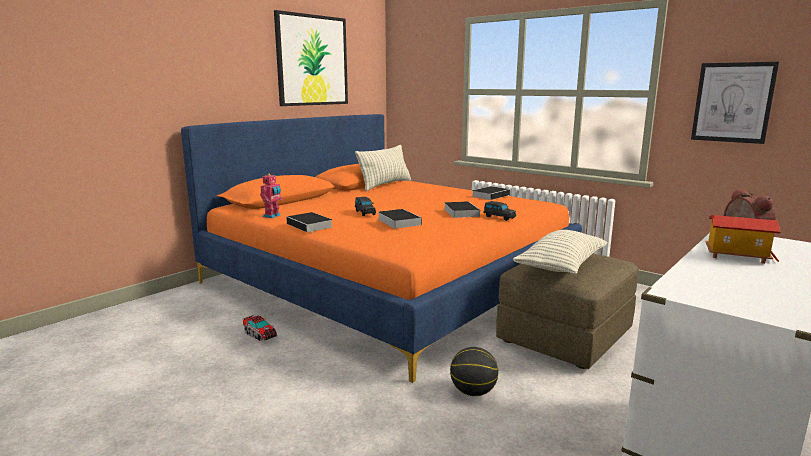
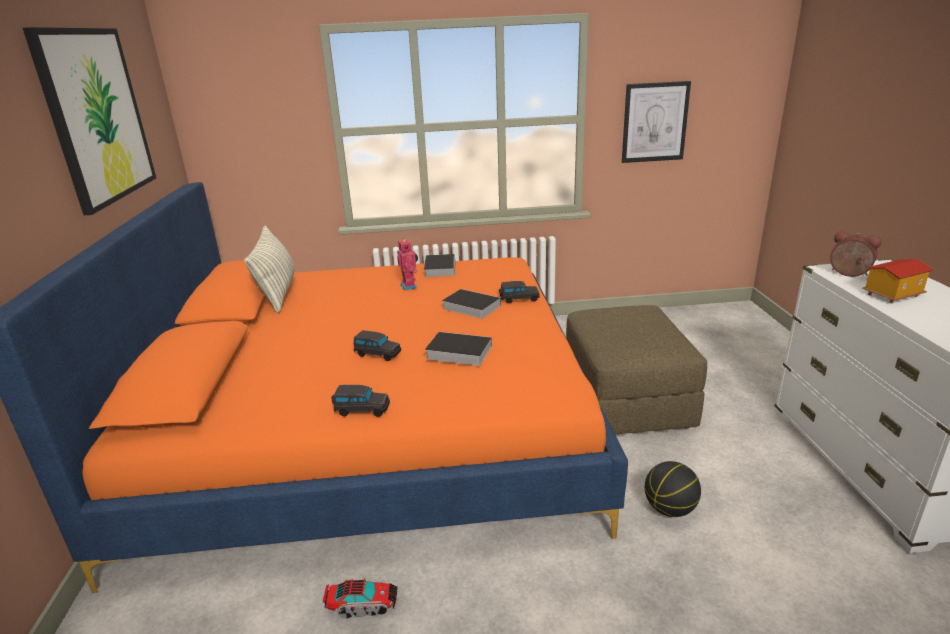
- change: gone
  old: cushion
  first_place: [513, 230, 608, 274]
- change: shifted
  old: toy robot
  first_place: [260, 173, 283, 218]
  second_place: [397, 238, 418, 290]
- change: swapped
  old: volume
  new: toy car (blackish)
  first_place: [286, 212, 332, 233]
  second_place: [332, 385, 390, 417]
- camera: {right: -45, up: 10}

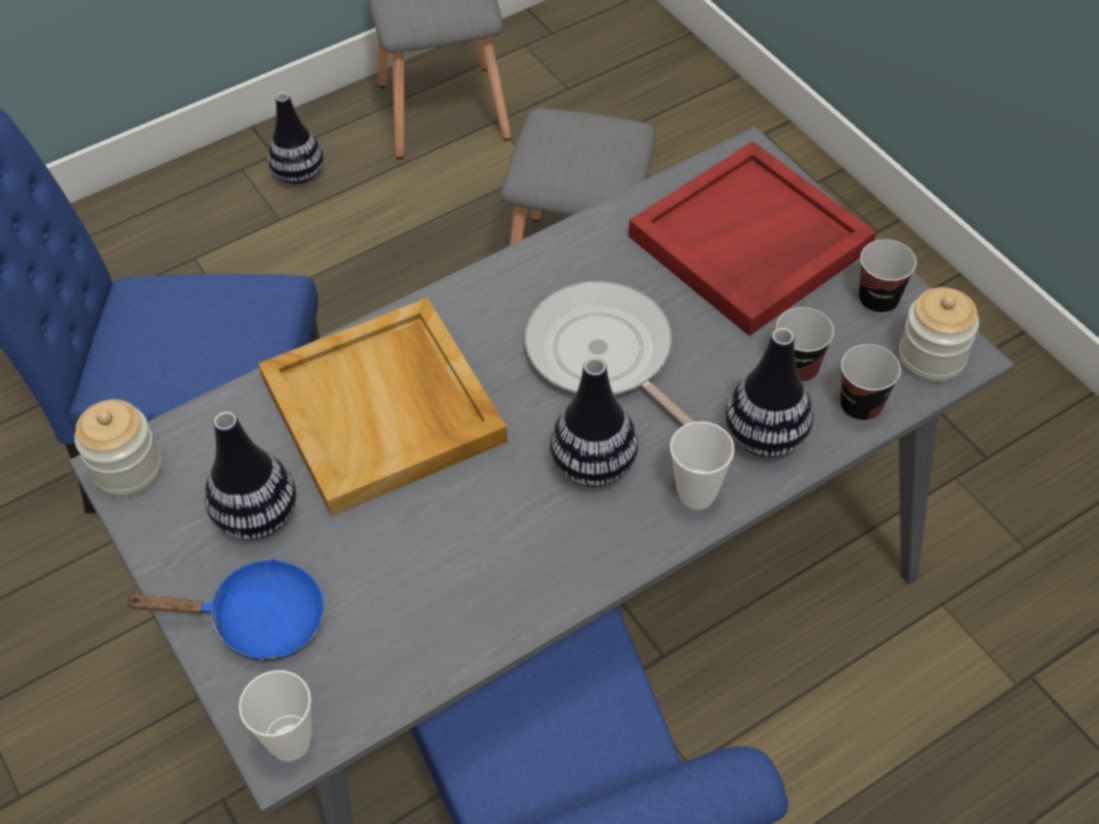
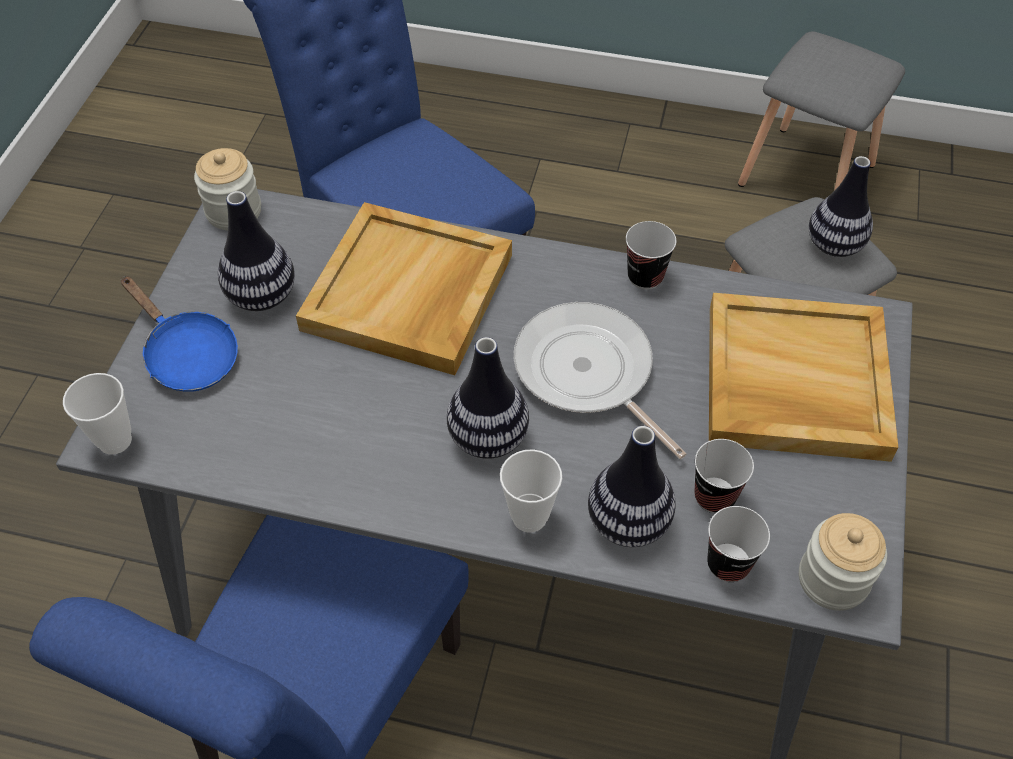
- change: shifted
  old: vase
  first_place: [267, 92, 324, 184]
  second_place: [809, 156, 873, 257]
- change: shifted
  old: drinking cup
  first_place: [859, 239, 917, 314]
  second_place: [626, 221, 676, 290]
- change: repainted
  old: tray (red-coloured)
  new: tray (beige-coloured)
  first_place: [629, 141, 876, 336]
  second_place: [709, 293, 899, 462]
- change: rotated
  old: skillet
  first_place: [525, 281, 694, 425]
  second_place: [514, 302, 687, 459]
  degrees: -45
- camera: {right: 45, up: 0}

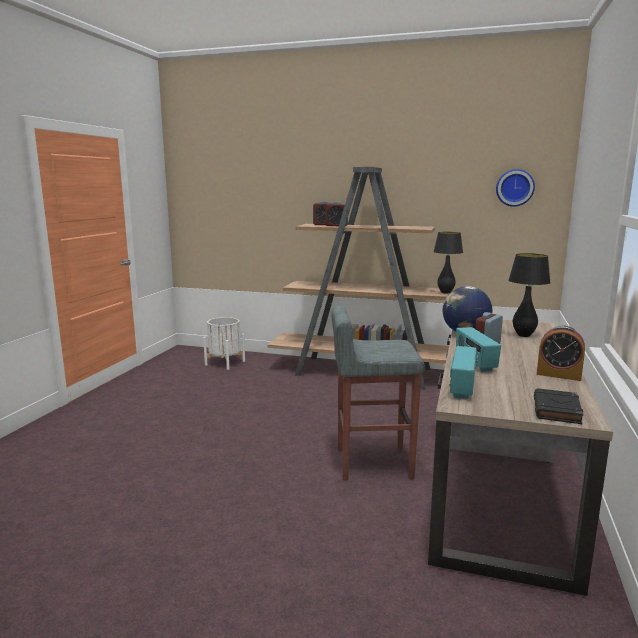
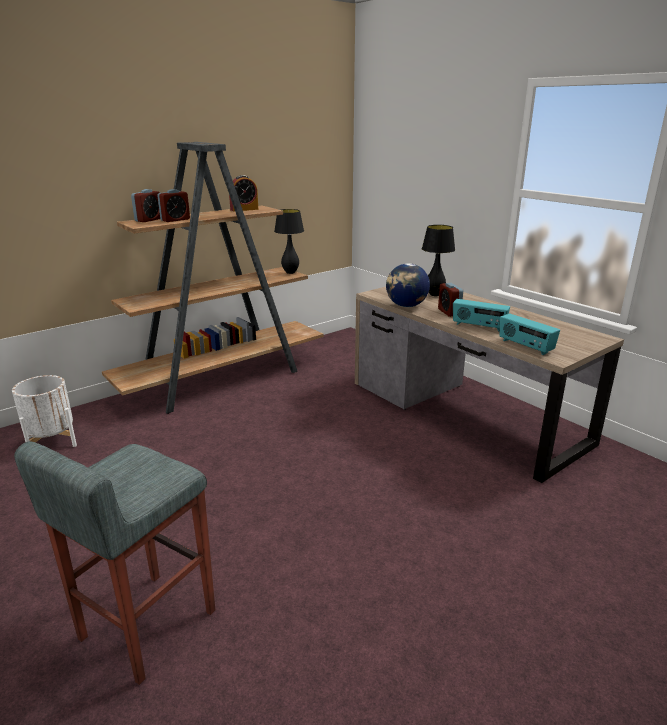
- change: gone
  old: clock on the wall
  first_place: [496, 169, 535, 207]
- change: gone
  old: volume (blackish)
  first_place: [534, 388, 583, 424]
- change: shifted
  old: sitting stool (gray)
  first_place: [331, 305, 425, 480]
  second_place: [14, 441, 215, 685]
- change: shifted
  old: alarm clock
  first_place: [537, 325, 585, 381]
  second_place: [229, 175, 258, 212]
- camera: {right: -55, up: 10}

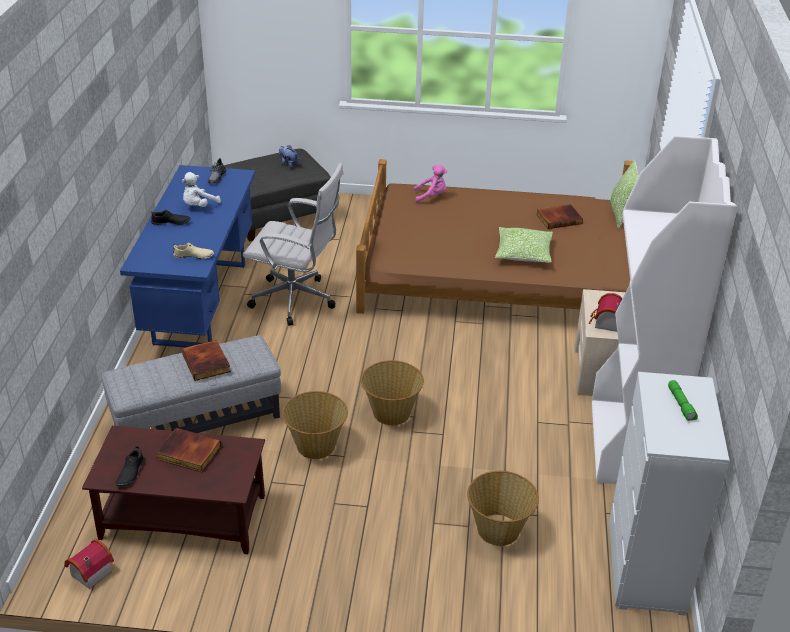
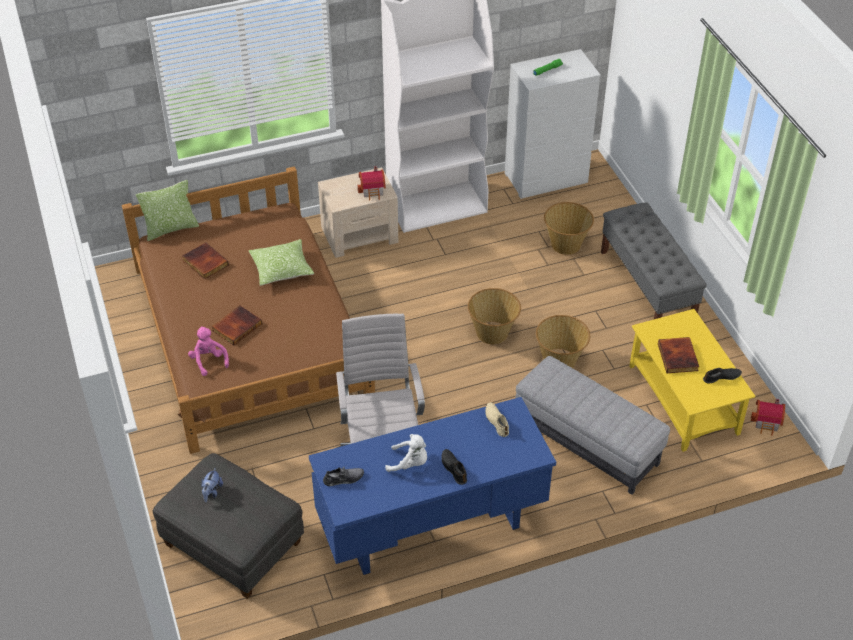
- change: new
  new: bench (gray)
  second_place: [601, 202, 707, 319]
- change: shifted
  old: volume
  first_place: [182, 340, 231, 381]
  second_place: [211, 305, 262, 345]
- change: repainted
  old: coffee table (brown-coloured)
  new: coffee table (yellow-coloured)
  first_place: [82, 426, 265, 554]
  second_place: [629, 309, 755, 452]
- camera: {right: -115, up: 10}

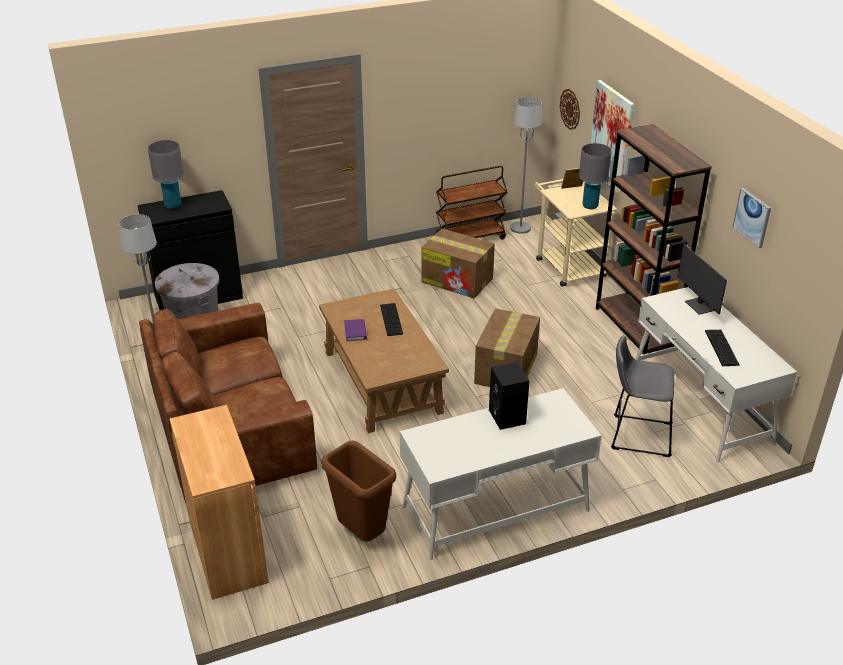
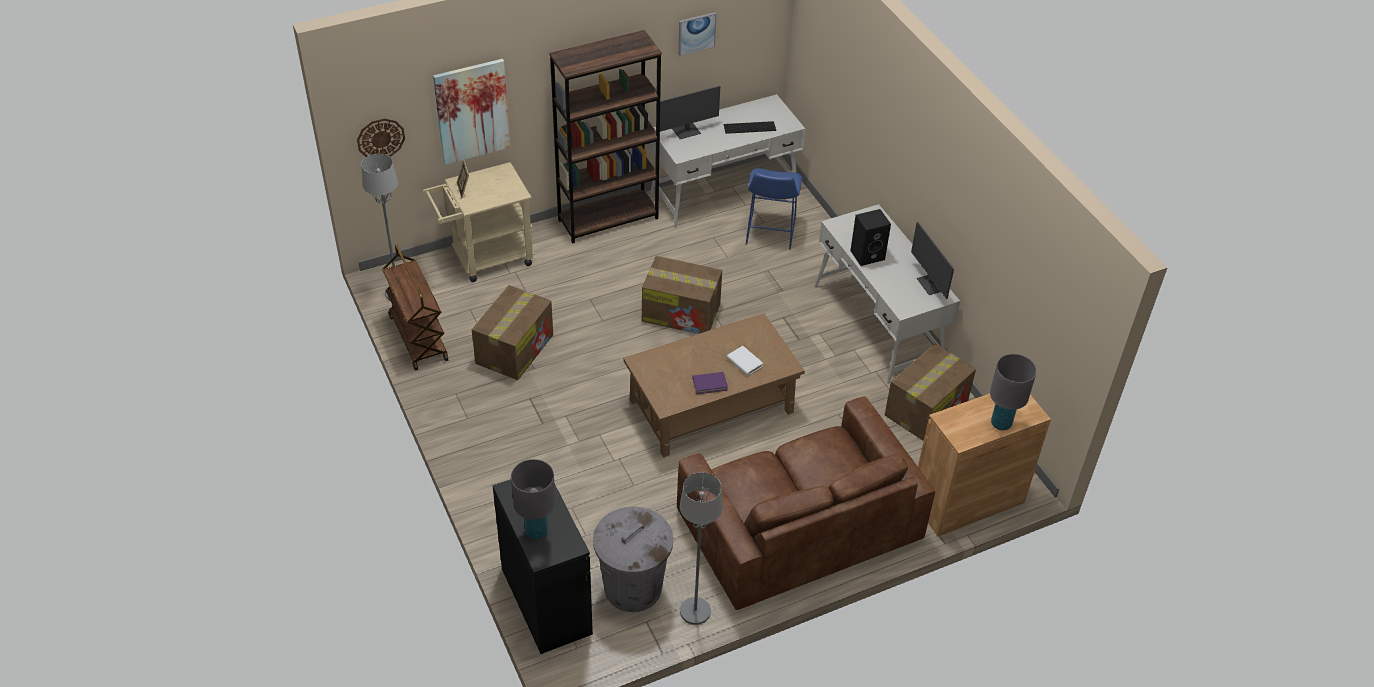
- change: gone
  old: keyboard
  first_place: [380, 303, 403, 336]
- change: new
  new: volume (white)
  second_place: [727, 346, 764, 376]
- change: new
  new: monitor
  second_place: [911, 222, 954, 299]
- change: shifted
  old: lamp for a table (gray)
  first_place: [579, 143, 612, 209]
  second_place: [990, 354, 1037, 431]
- change: swapped
  old: trash can (brown-coloured)
  new: carton
  first_place: [321, 440, 396, 542]
  second_place: [885, 343, 976, 441]
- change: repainted
  old: sitting stool (gray)
  new: sitting stool (blue)
  first_place: [611, 335, 674, 457]
  second_place: [746, 168, 802, 250]
- camera: {right: -95, up: 10}

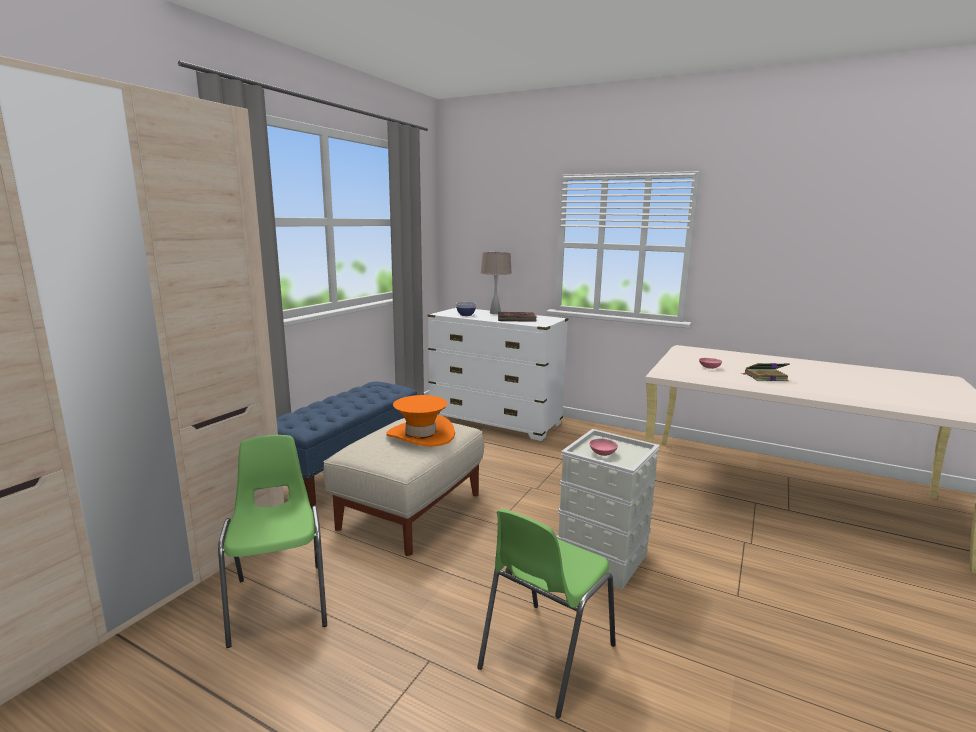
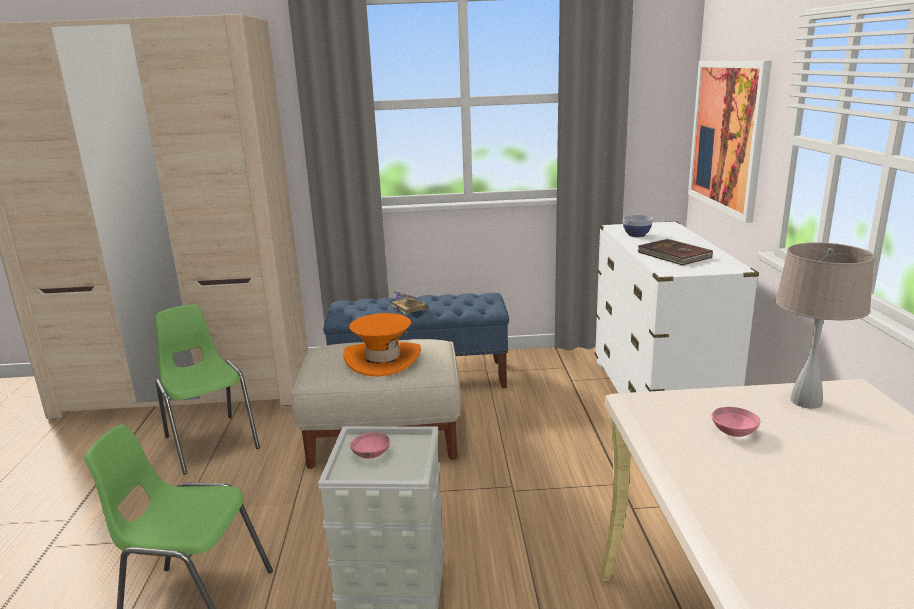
- change: new
  new: wall picture
  second_place: [688, 61, 772, 223]
- change: shifted
  old: lamp for a table (beige-coloured)
  first_place: [481, 251, 512, 314]
  second_place: [776, 243, 875, 409]
- change: shifted
  old: volume
  first_place: [742, 363, 790, 381]
  second_place: [391, 290, 428, 315]
- change: rotated
  old: upright chair (green-coloured)
  first_place: [218, 435, 327, 648]
  second_place: [155, 304, 260, 475]
  degrees: -75
- camera: {right: 60, up: 5}

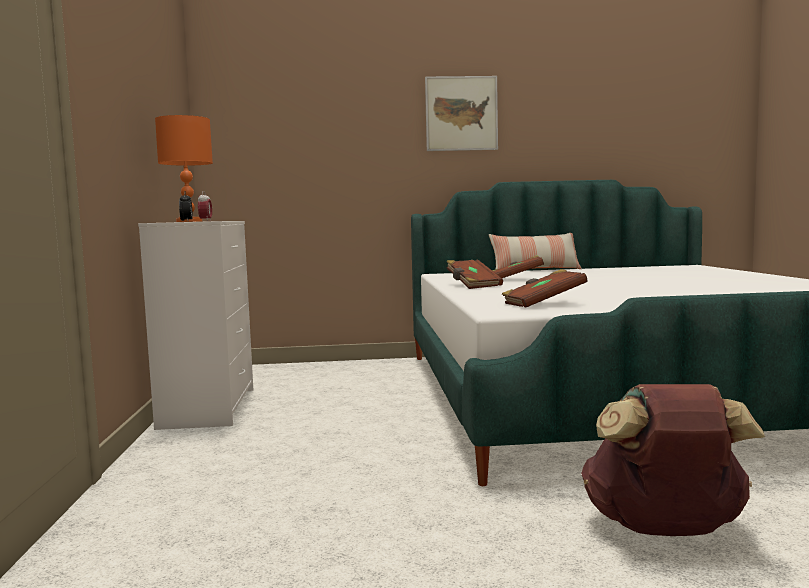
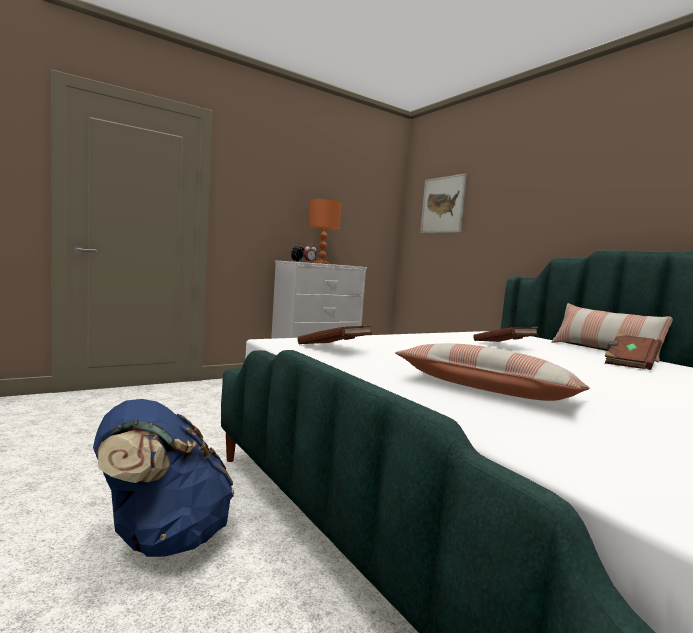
- change: new
  new: cushion
  second_place: [395, 343, 590, 401]
- change: shifted
  old: wall picture
  first_place: [425, 76, 498, 151]
  second_place: [420, 173, 467, 233]
- change: shifted
  old: volume (brown-coloured)
  first_place: [446, 260, 503, 289]
  second_place: [605, 333, 661, 370]
- change: repainted
  old: rucksack (brown-coloured)
  new: rucksack (blue)
  first_place: [581, 384, 765, 536]
  second_place: [93, 399, 235, 557]
- camera: {right: 60, up: 0}

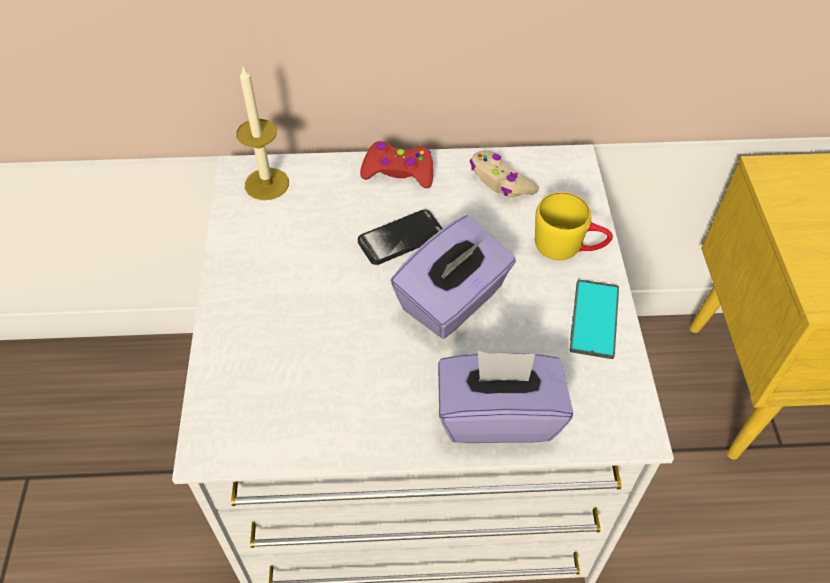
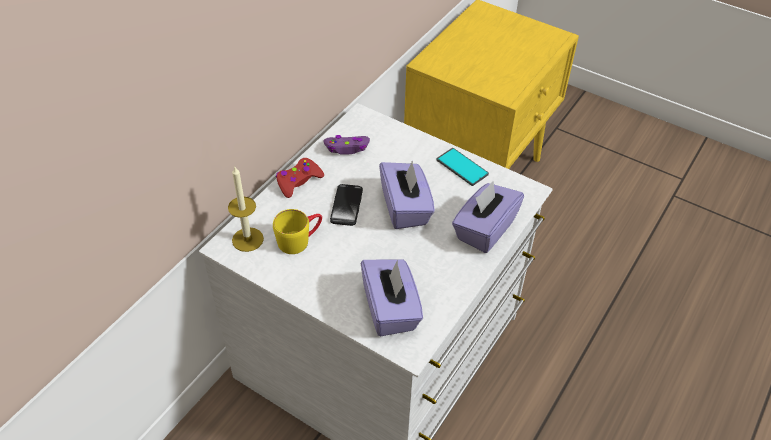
- change: new
  new: tissue box (purplish)
  second_place: [361, 260, 423, 337]
- change: shifted
  old: coffee mug (yellow-coloured)
  first_place: [535, 192, 613, 260]
  second_place: [273, 209, 322, 254]
- change: repainted
  old: joypad (beige-coloured)
  new: joypad (purplish)
  first_place: [470, 150, 539, 198]
  second_place: [323, 135, 370, 155]
- camera: {right: -55, up: -5}

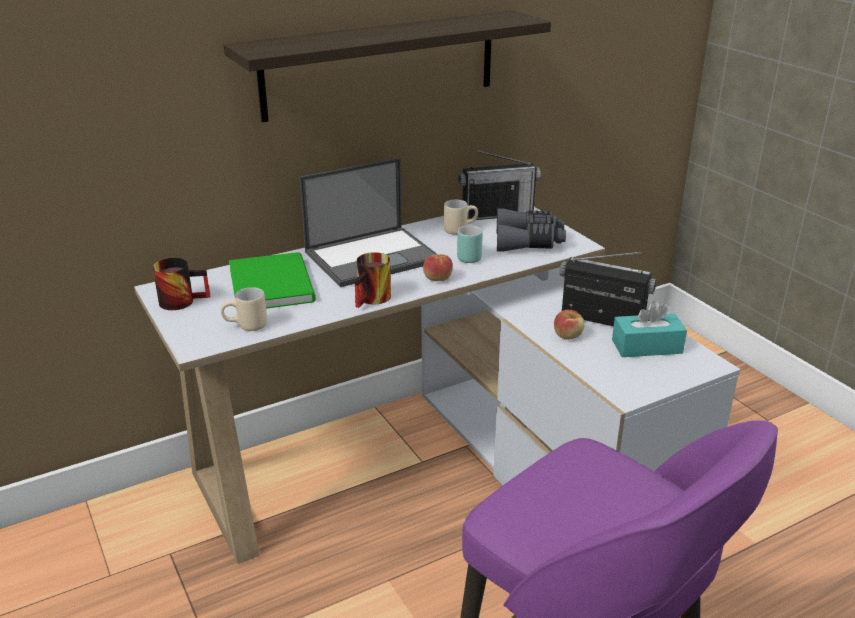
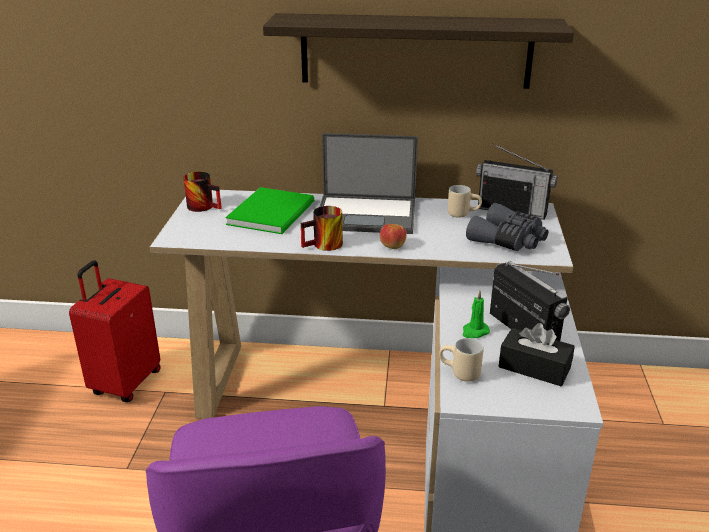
- change: gone
  old: coffee mug (turquoise)
  first_place: [457, 225, 483, 263]
- change: new
  new: travel case (red-coloured)
  second_place: [69, 260, 161, 402]
- change: shifted
  old: coffee mug (beige-coloured)
  first_place: [221, 287, 267, 331]
  second_place: [439, 338, 484, 382]
- change: swapped
  old: apple fruit
  new: candle (green-coloured)
  first_place: [554, 310, 585, 340]
  second_place: [463, 291, 490, 338]
- change: repainted
  old: tissue box (turquoise)
  new: tissue box (blackish)
  first_place: [612, 301, 687, 357]
  second_place: [499, 323, 575, 386]
- camera: {right: 35, up: 0}

